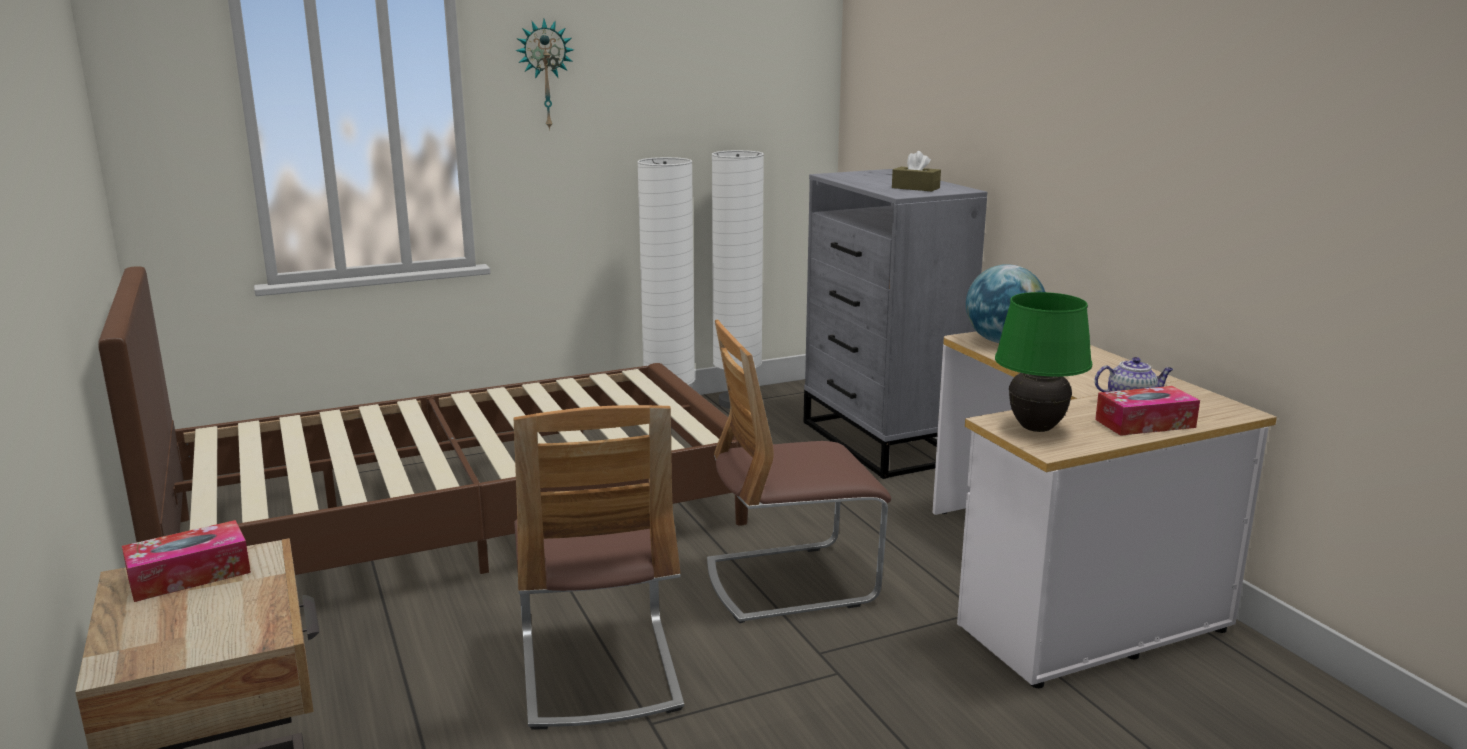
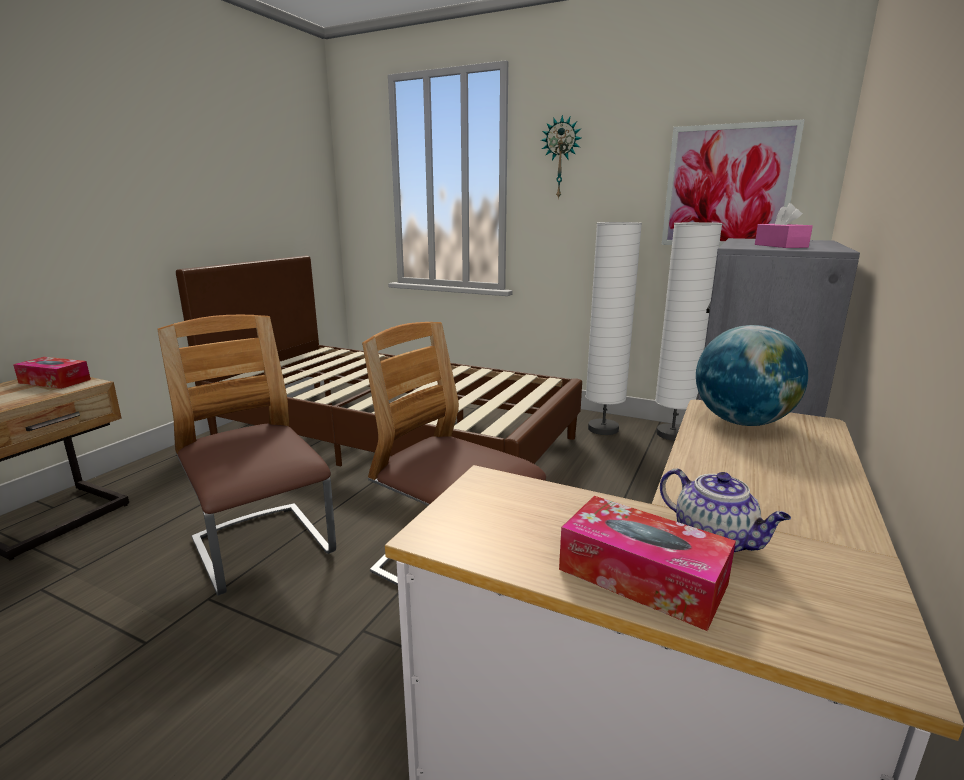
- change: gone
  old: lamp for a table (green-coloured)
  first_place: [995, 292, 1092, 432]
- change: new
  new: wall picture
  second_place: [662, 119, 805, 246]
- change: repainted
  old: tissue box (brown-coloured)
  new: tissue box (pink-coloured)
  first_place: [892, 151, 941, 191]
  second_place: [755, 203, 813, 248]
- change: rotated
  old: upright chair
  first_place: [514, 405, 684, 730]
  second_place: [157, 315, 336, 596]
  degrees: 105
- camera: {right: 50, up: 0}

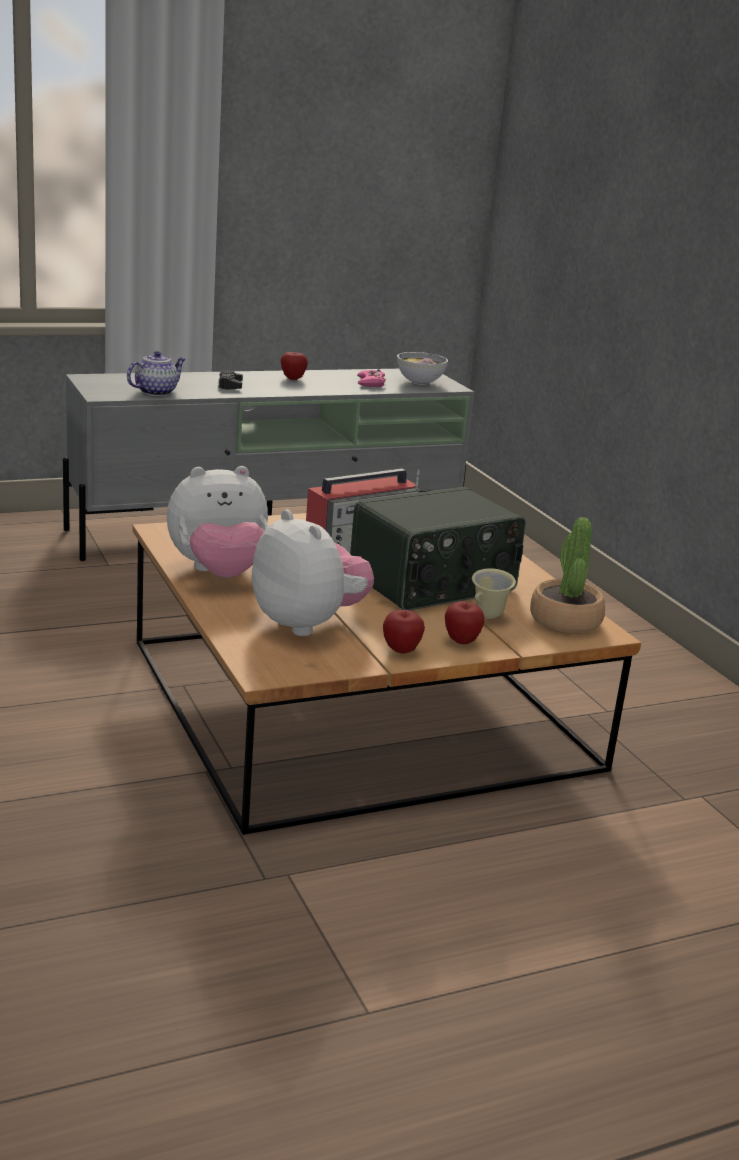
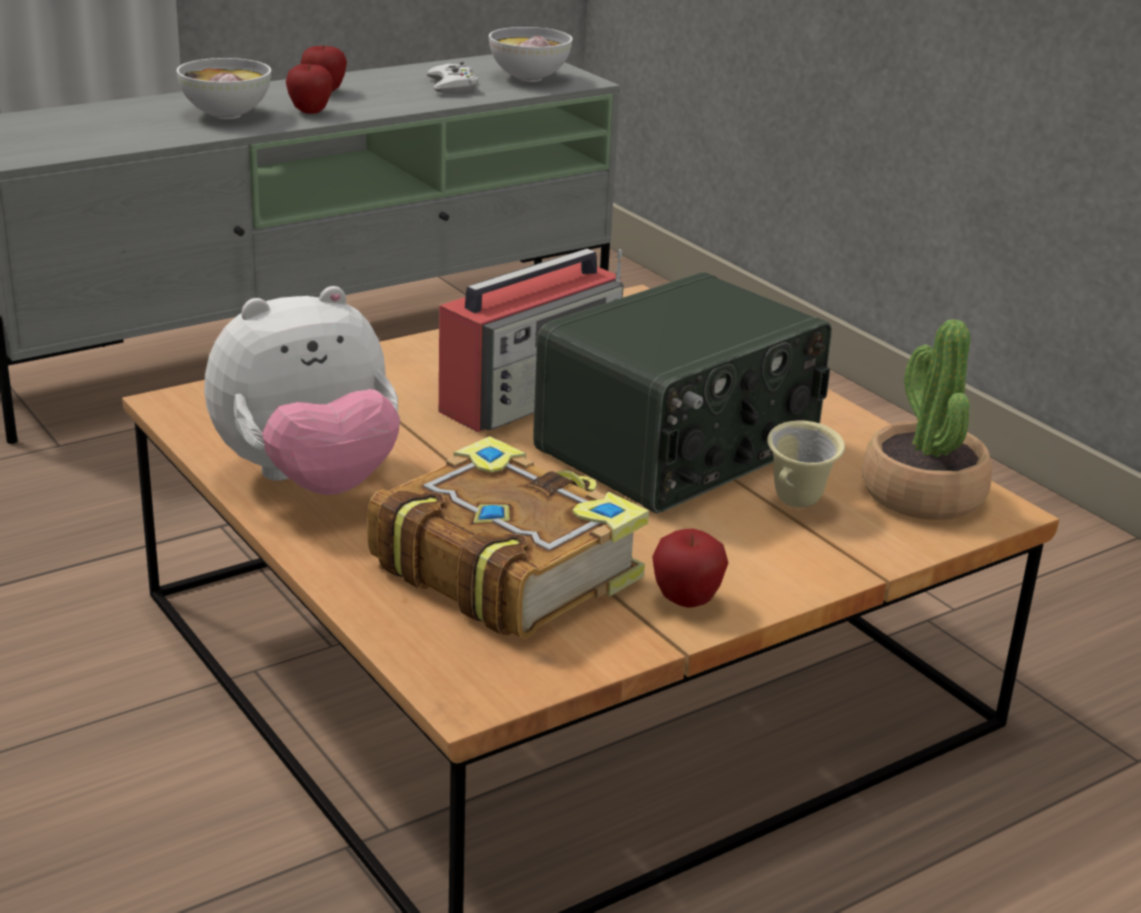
- change: gone
  old: tea pot
  first_place: [127, 351, 185, 396]
- change: shifted
  old: apple fruit
  first_place: [445, 601, 485, 644]
  second_place: [286, 63, 333, 114]
- change: swapped
  old: joypad (blackish)
  new: bowl
  first_place: [218, 371, 243, 389]
  second_place: [176, 58, 271, 119]
- change: swapped
  old: cuddly toy
  new: volume
  first_place: [252, 510, 374, 636]
  second_place: [367, 436, 649, 639]
- change: repainted
  old: joypad (pink-coloured)
  new: joypad (white)
  first_place: [357, 369, 386, 387]
  second_place: [427, 62, 478, 94]
- camera: {right: -10, up: 5}

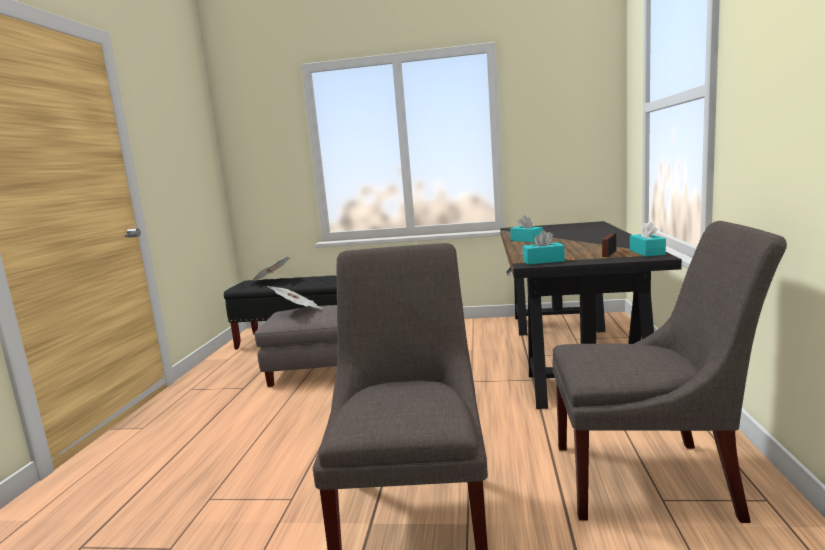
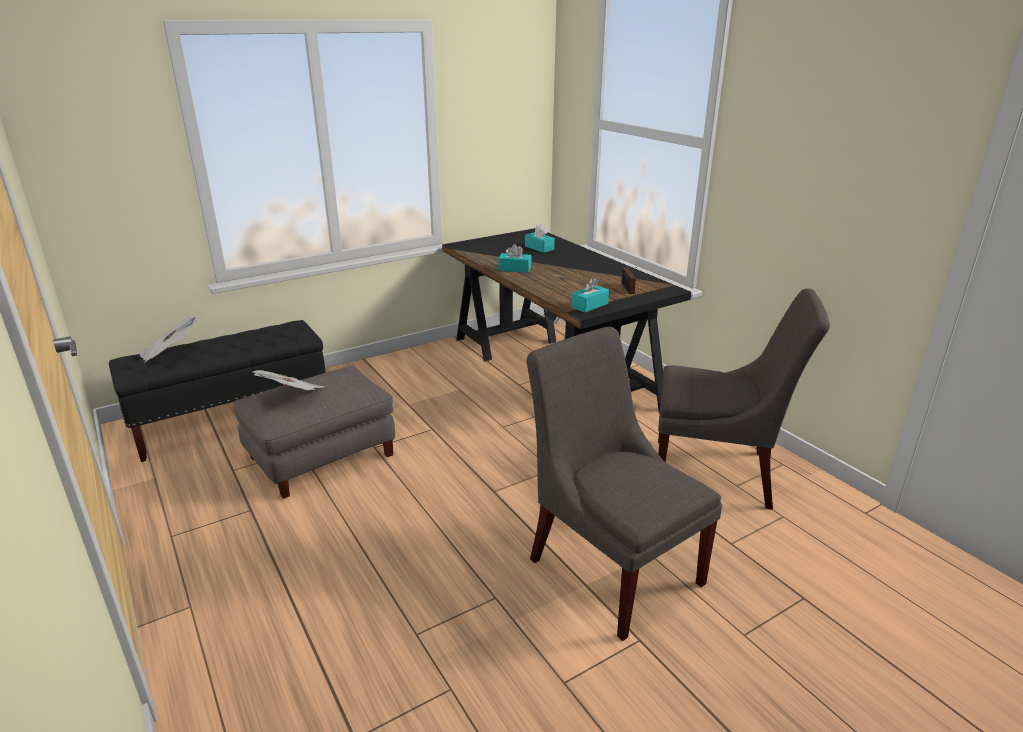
- change: shifted
  old: tissue box (turquoise)
  first_place: [630, 221, 666, 257]
  second_place: [525, 224, 555, 253]
- change: rotated
  old: upright chair (gray)
  first_place: [552, 221, 787, 523]
  second_place: [658, 288, 830, 509]
  degrees: 45
- camera: {right: -40, up: 15}

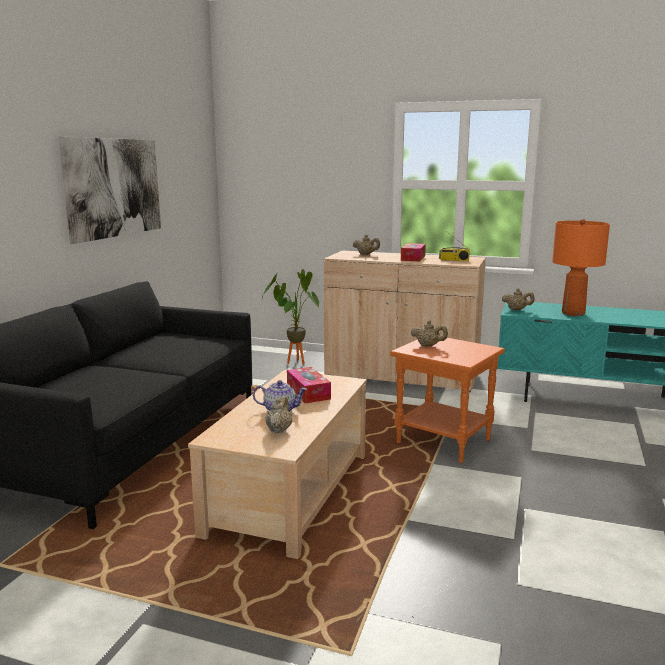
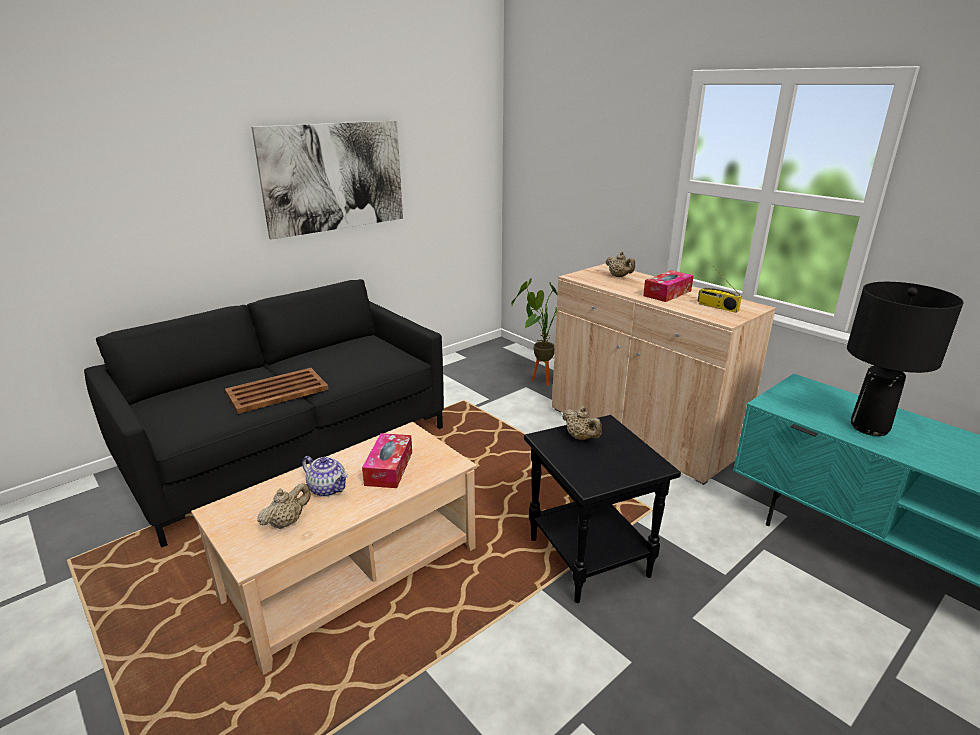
- change: gone
  old: tea pot (beige-coloured)
  first_place: [502, 288, 534, 310]
- change: new
  new: tray (brown-coloured)
  second_place: [225, 368, 329, 414]
- change: repainted
  old: end table (orangey)
  new: end table (blackish)
  first_place: [390, 338, 505, 463]
  second_place: [524, 415, 681, 603]
- change: repainted
  old: lamp for a table (orangey)
  new: lamp for a table (blackish)
  first_place: [552, 219, 610, 316]
  second_place: [847, 282, 964, 436]
- camera: {right: 30, up: 10}

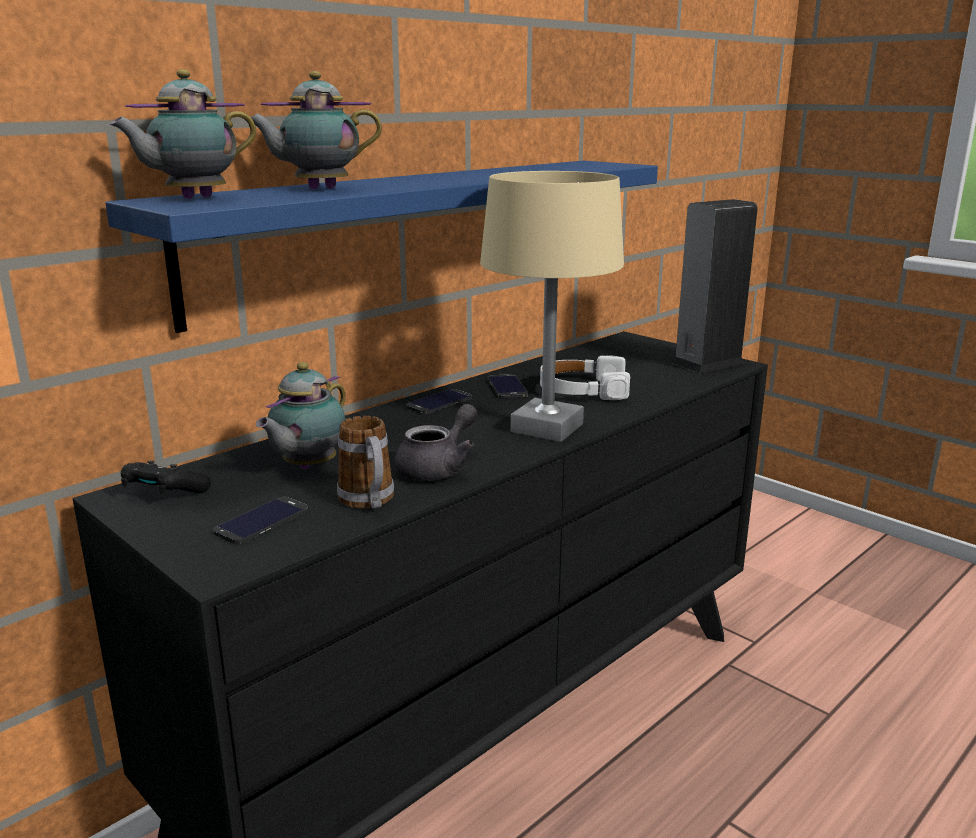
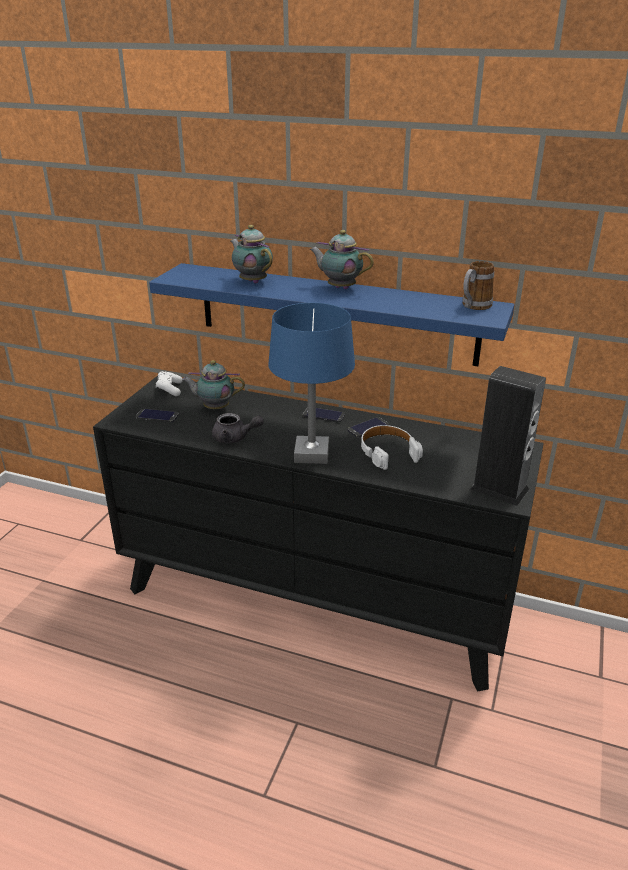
- change: shifted
  old: tea pot
  first_place: [110, 69, 256, 199]
  second_place: [310, 230, 374, 289]
- change: shifted
  old: coffee mug
  first_place: [337, 416, 394, 509]
  second_place: [463, 261, 494, 310]
- change: repainted
  old: joypad (blackish)
  new: joypad (white)
  first_place: [121, 460, 211, 494]
  second_place: [156, 371, 183, 396]
- change: repainted
  old: lamp for a table (beige-coloured)
  new: lamp for a table (blue)
  first_place: [480, 171, 624, 442]
  second_place: [268, 303, 355, 464]
- camera: {right: 65, up: 10}

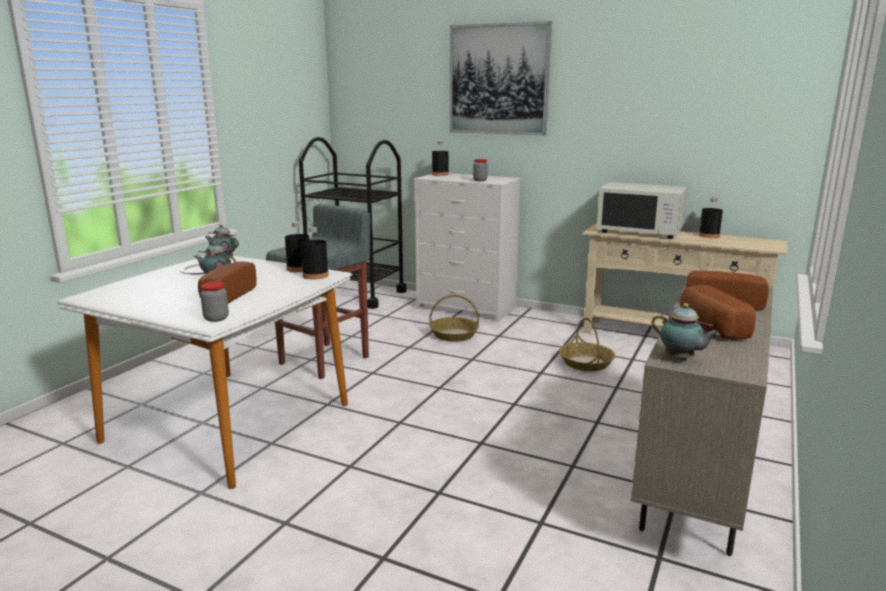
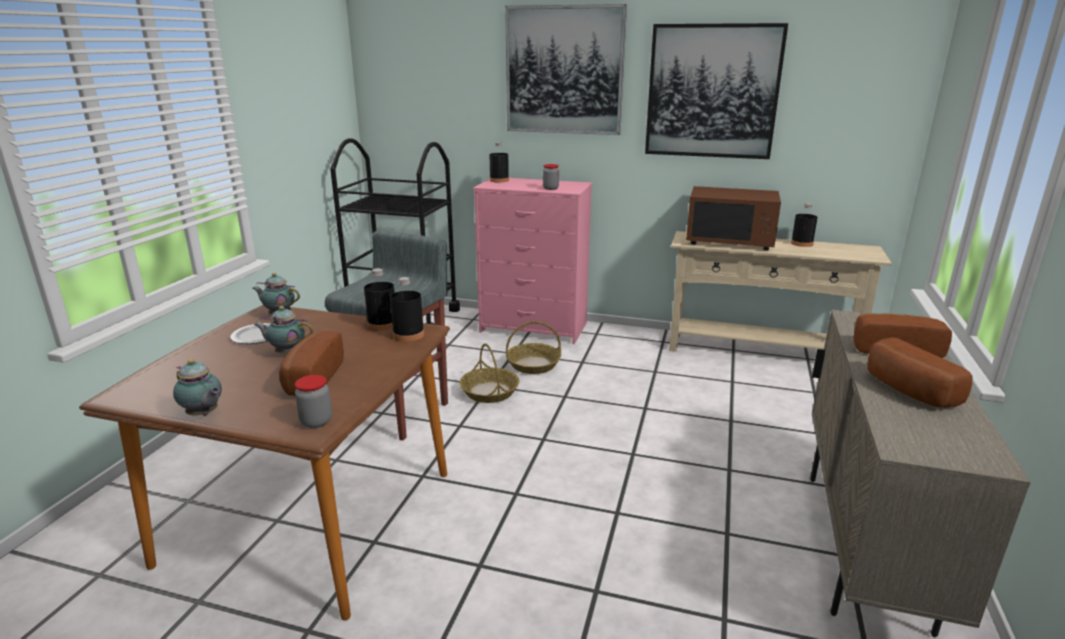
- change: new
  new: wall picture
  second_place: [645, 23, 788, 159]
- change: shifted
  old: basket
  first_place: [559, 317, 615, 371]
  second_place: [459, 343, 519, 403]
- change: shifted
  old: tea pot
  first_place: [651, 303, 720, 360]
  second_place: [173, 359, 222, 416]
- change: repainted
  old: dining table (white)
  new: dining table (brown-coloured)
  first_place: [57, 256, 352, 489]
  second_place: [79, 305, 450, 621]
- change: repainted
  old: chest of drawers (white)
  new: chest of drawers (pink-coloured)
  first_place: [414, 173, 521, 322]
  second_place: [473, 178, 592, 344]
- change: repainted
  old: microwave oven (white)
  new: microwave oven (brown-coloured)
  first_place: [597, 182, 688, 239]
  second_place: [686, 186, 781, 250]
- camera: {right: -10, up: 5}

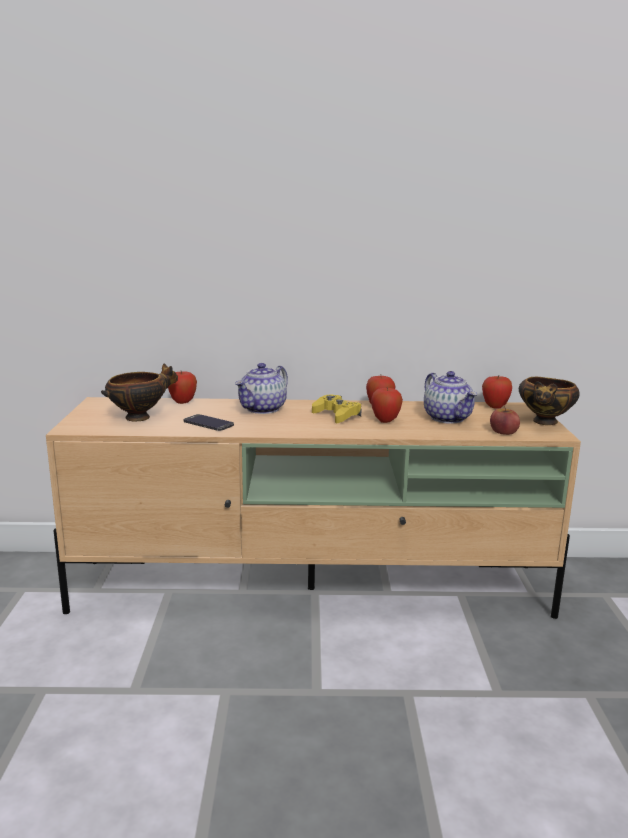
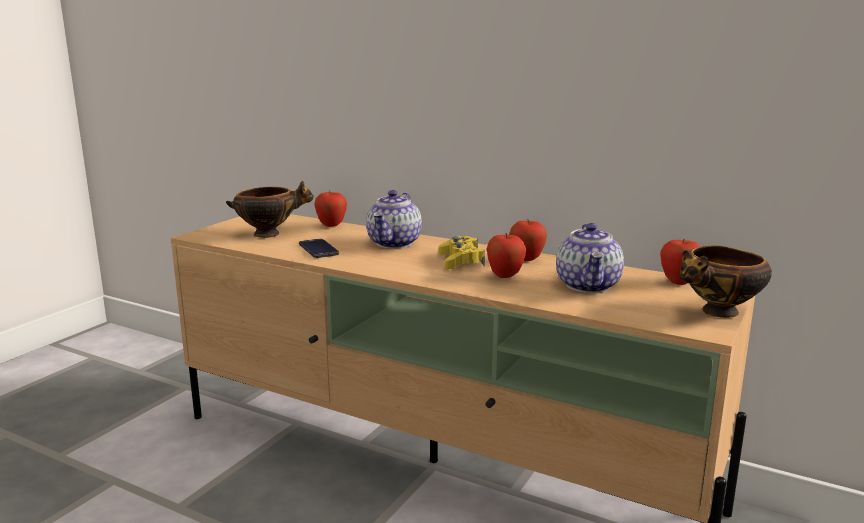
- change: gone
  old: apple fruit
  first_place: [490, 406, 520, 435]
- change: rotated
  old: tea pot
  first_place: [235, 363, 288, 414]
  second_place: [366, 190, 422, 249]
  degrees: -45
- camera: {right: 30, up: 0}

